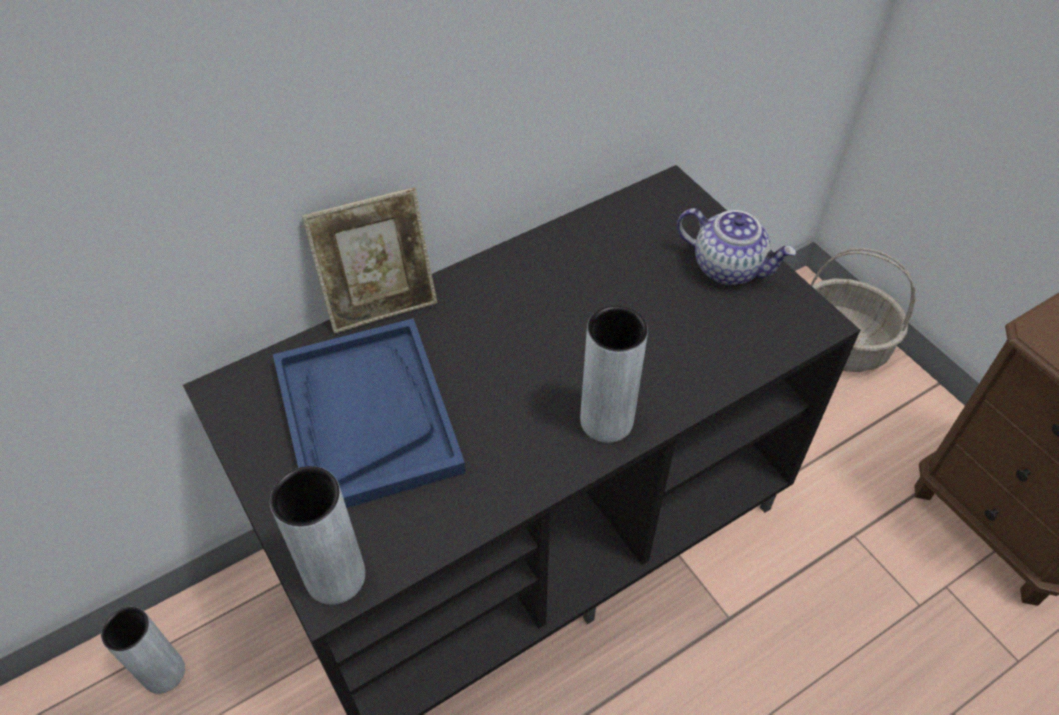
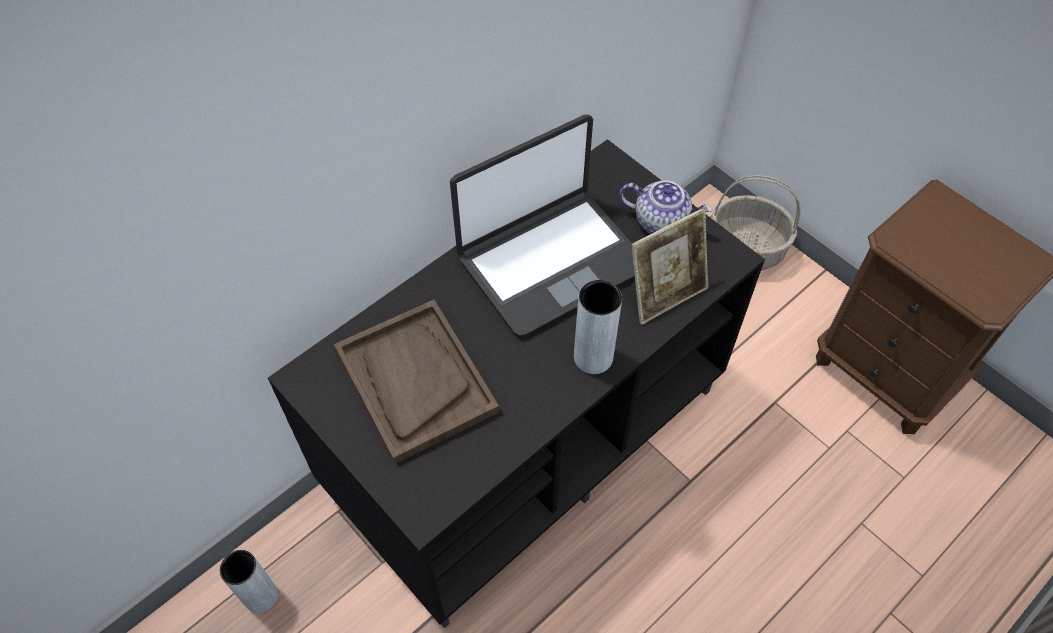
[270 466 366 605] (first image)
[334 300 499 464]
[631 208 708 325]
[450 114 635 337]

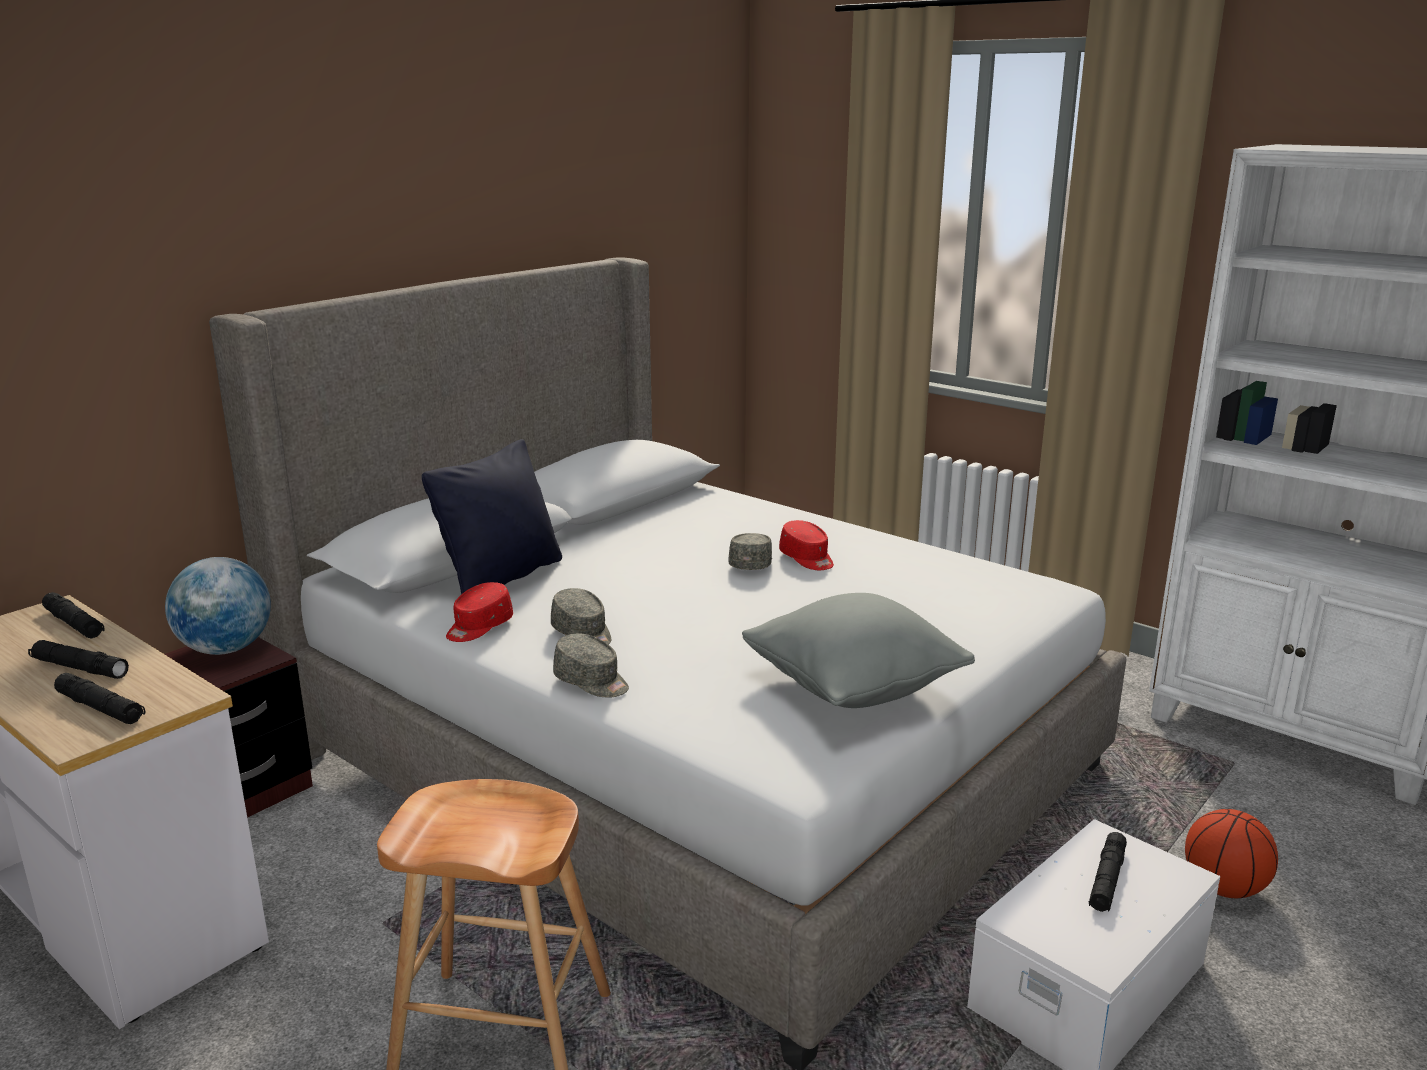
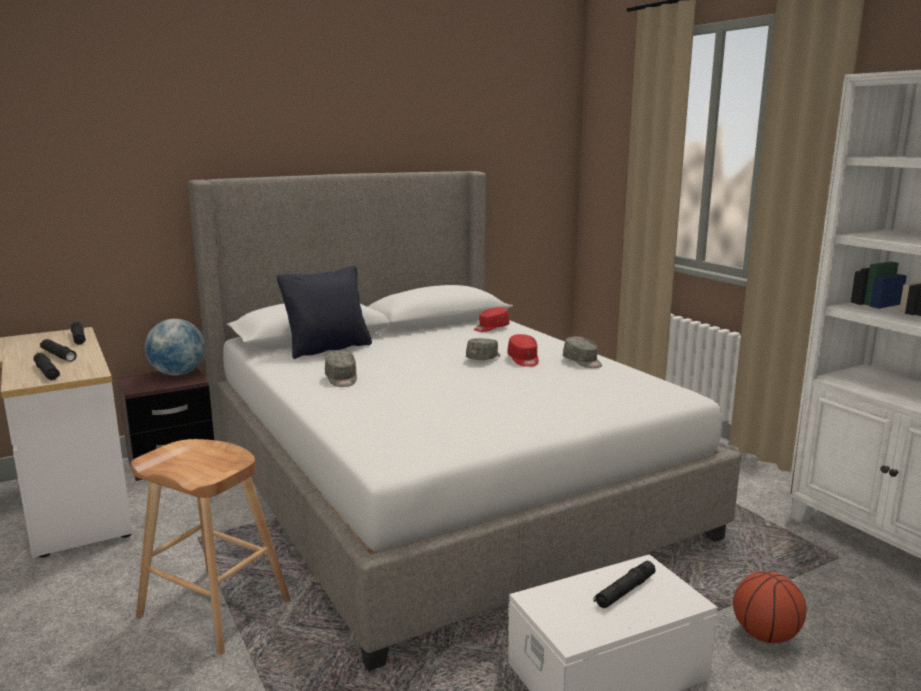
[474 307 510 332]
[563 336 602 368]
[742 593 975 708] (first image)

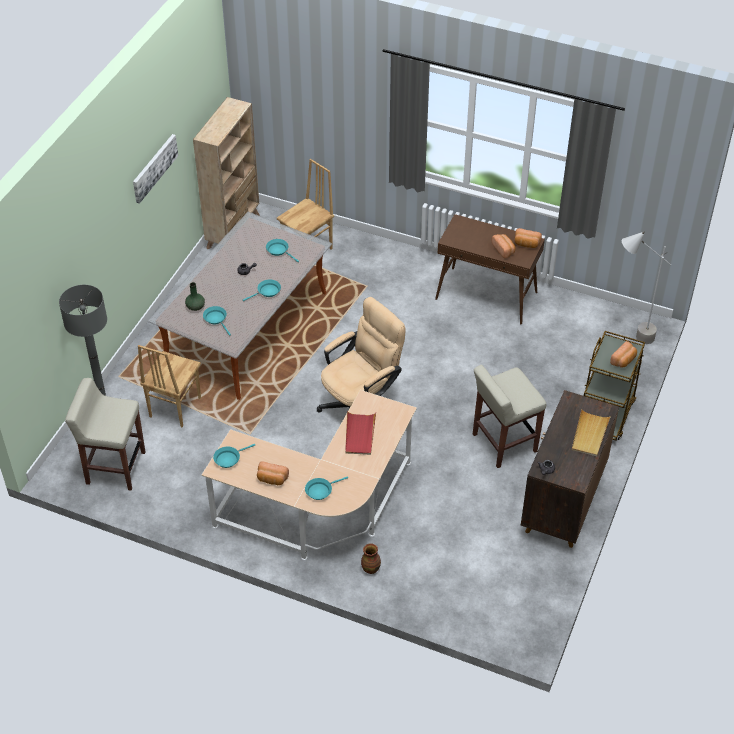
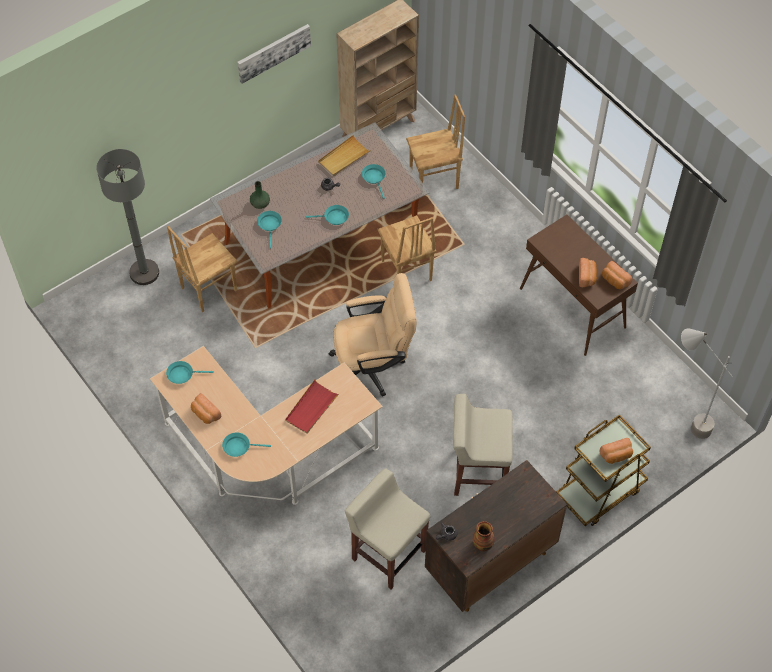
[345 468 430 589]
[473 521 495 551]
[318 135 371 176]
[377 215 437 281]

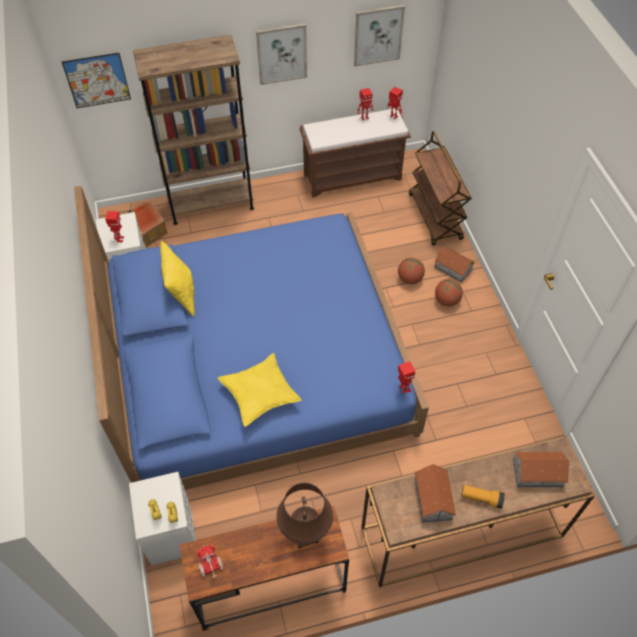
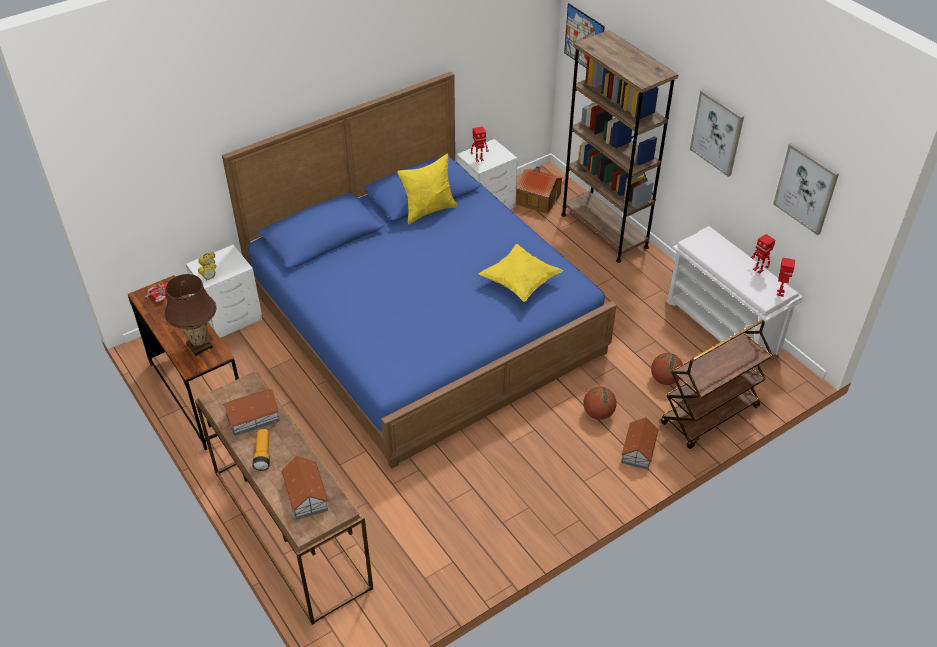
[478 244 563 302]
[667 226 803 355]
[398 361 415 393] (first image)
[651 353 683 385]

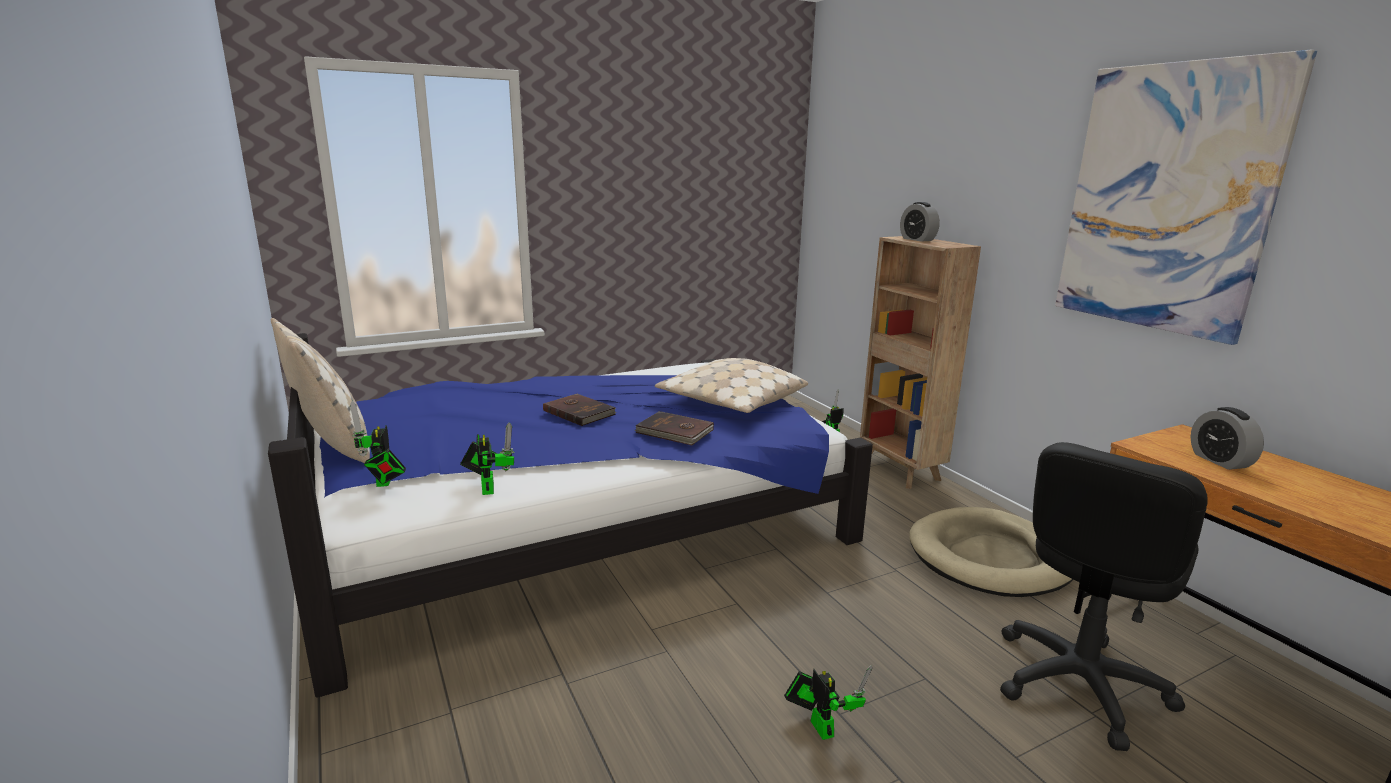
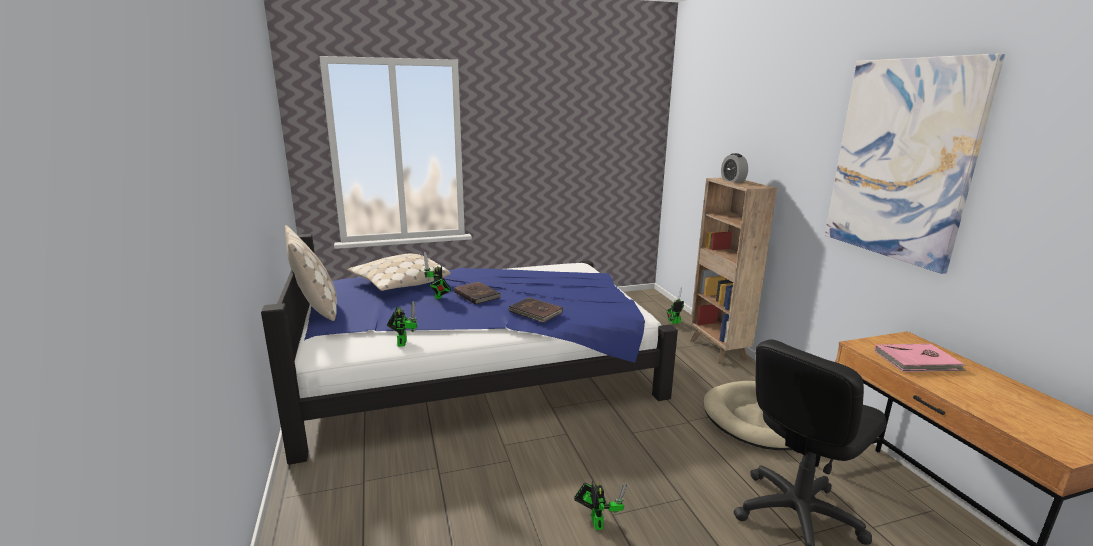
[423 252 451 299]
[347 253 451 291]
[875 344 966 372]

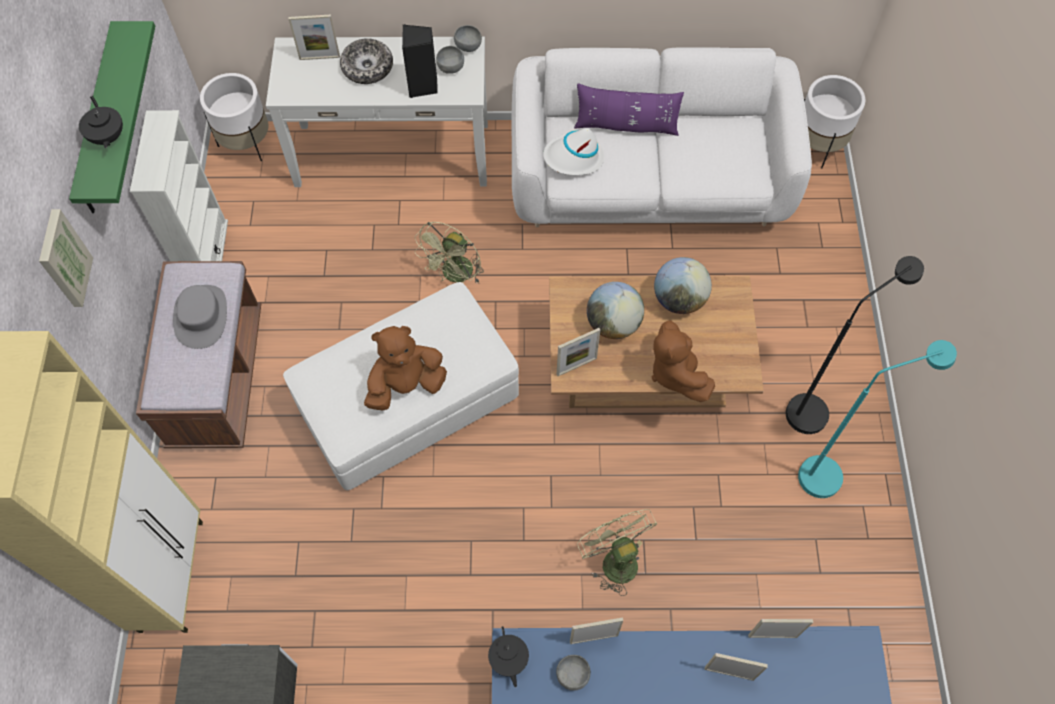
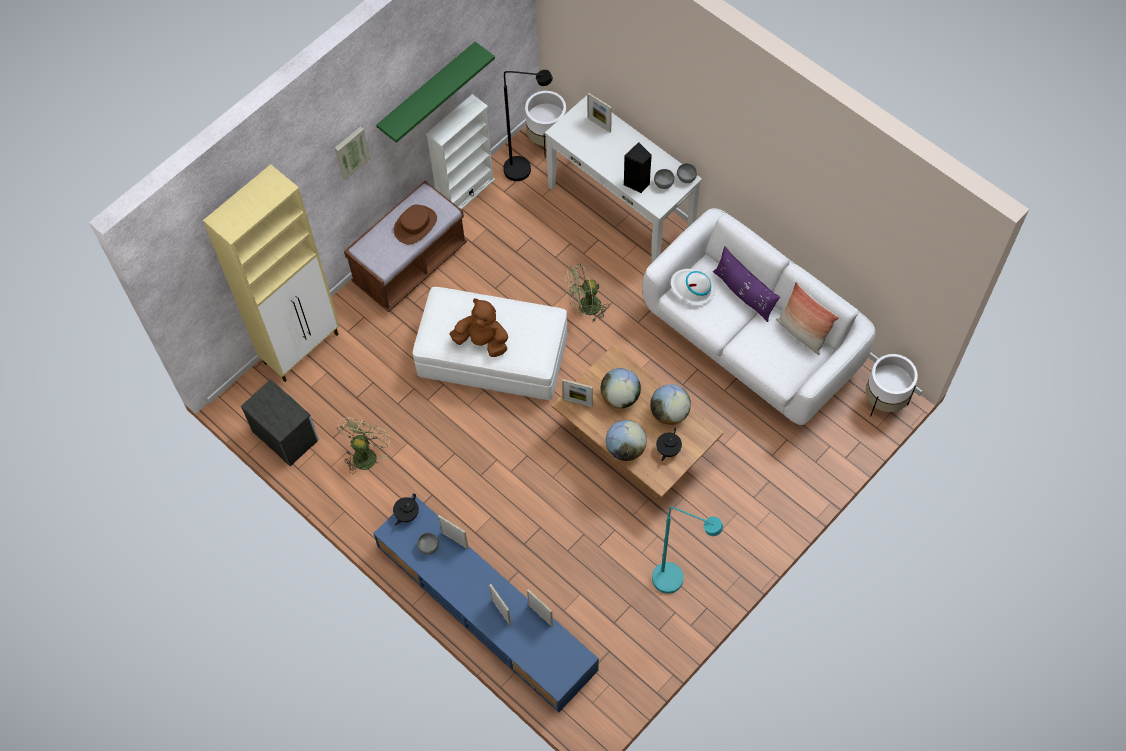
[656 428 682 461]
[394 205 437 244]
[340 38 393 84] (first image)
[337 417 391 474]
[606 420 647 461]
[503 70 553 181]
[776 282 839 355]

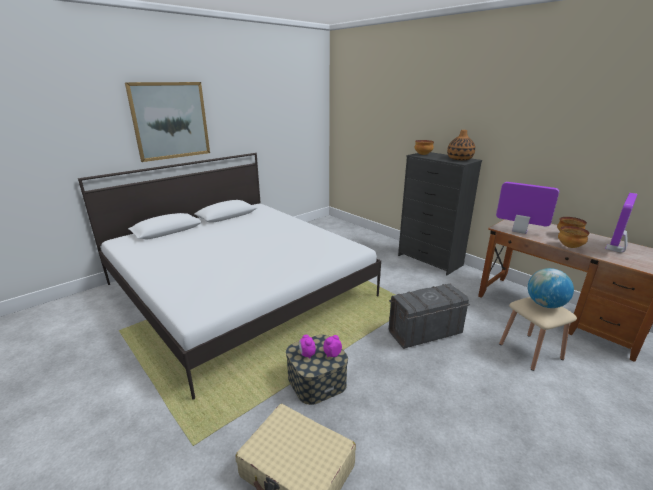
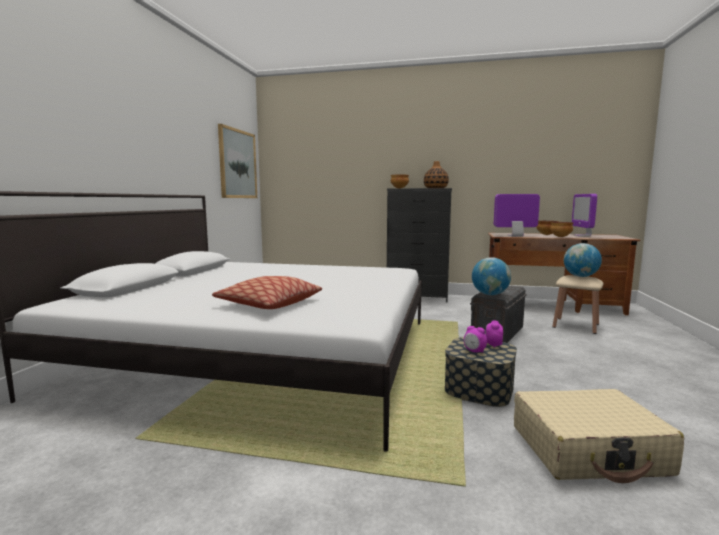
[218 124 257 198]
[212 276 322 309]
[472 257 511 295]

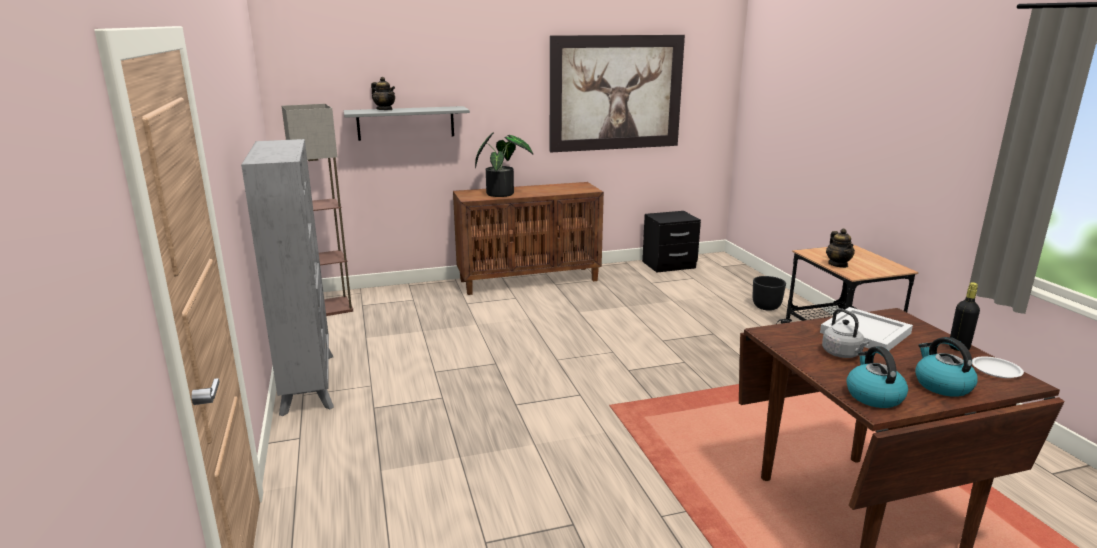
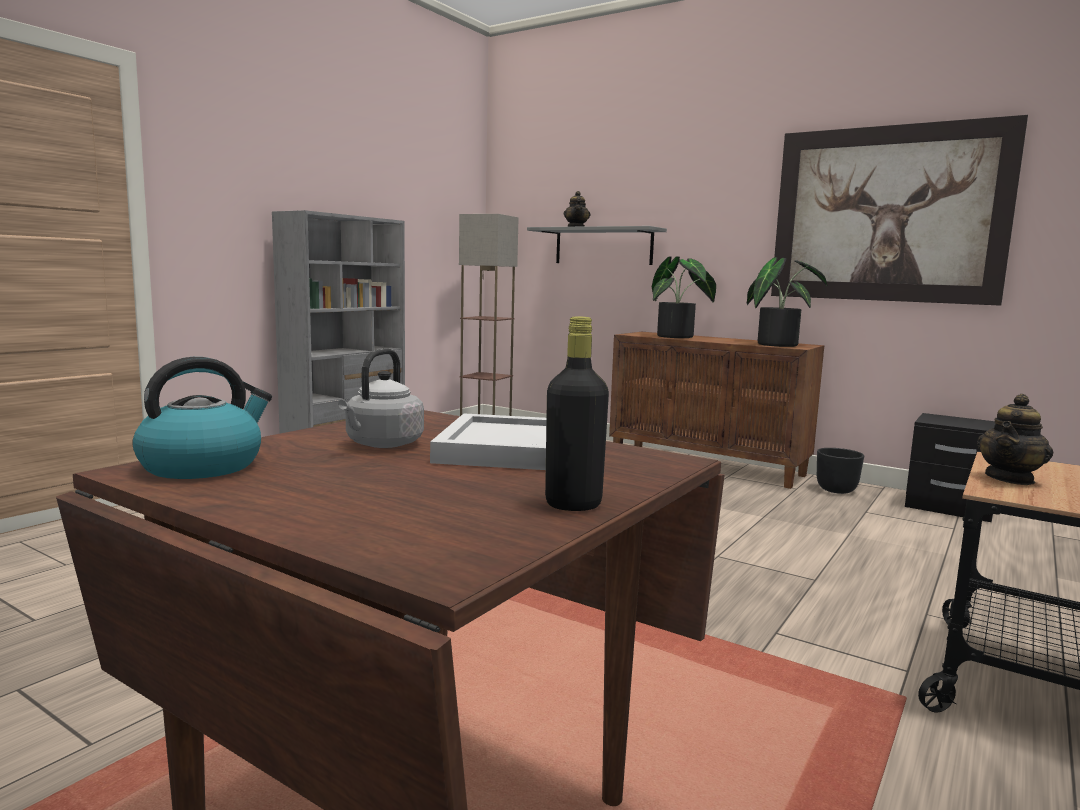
[817 448 864 494]
[915 337 978 397] (first image)
[972 356 1024 378] (first image)
[746 257 827 347]

